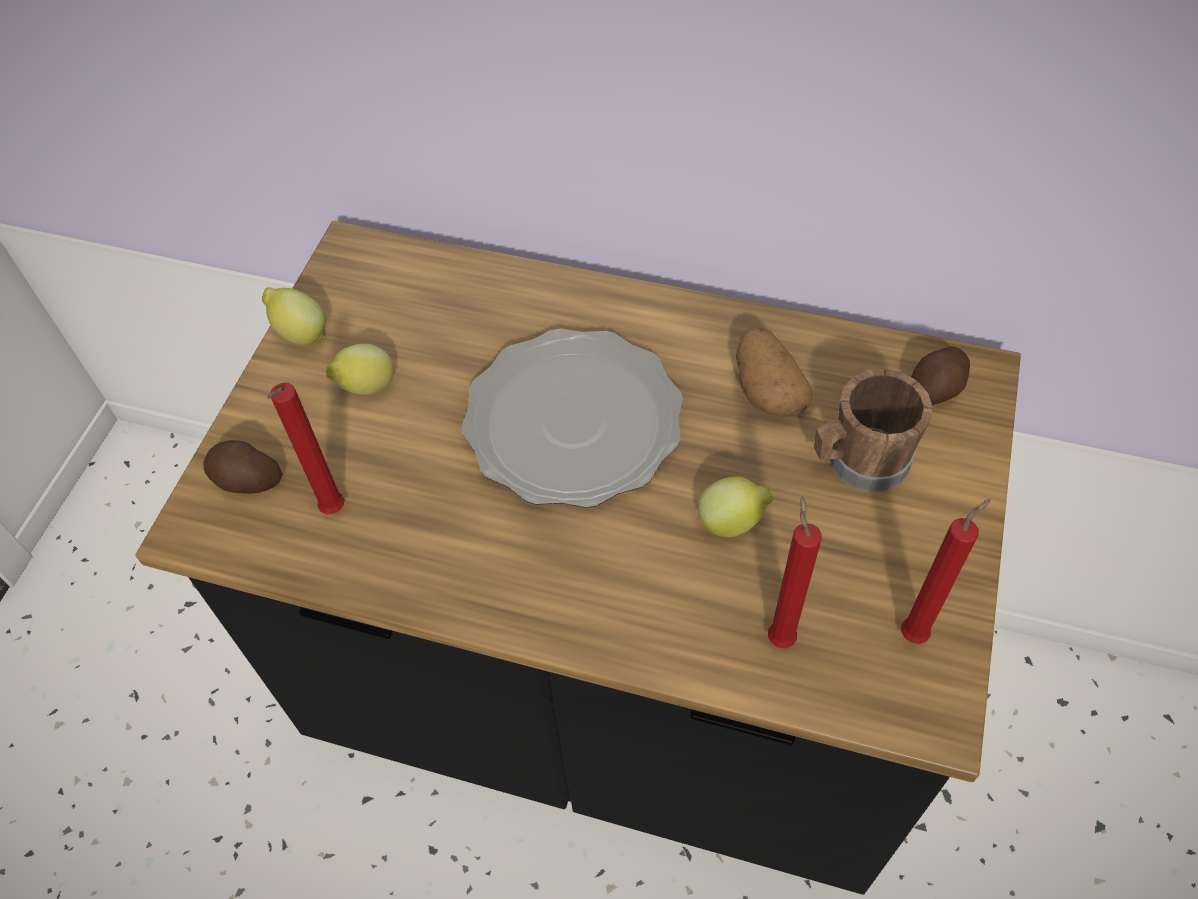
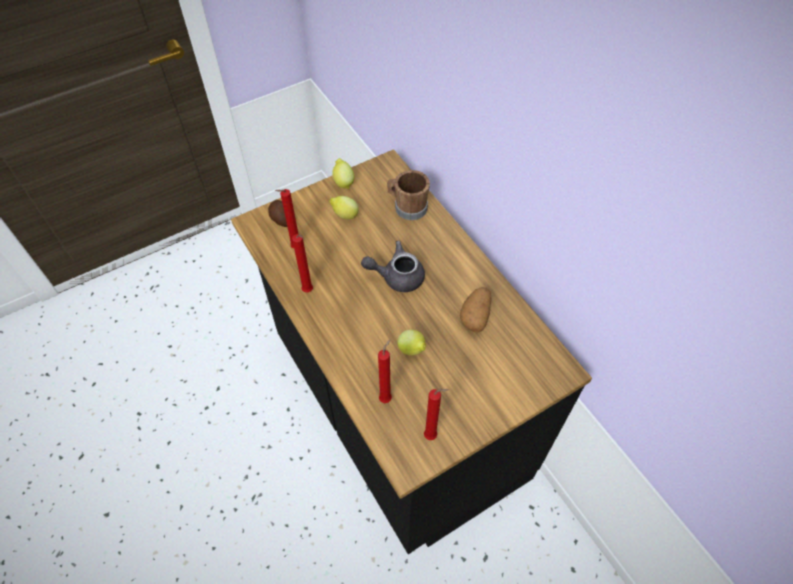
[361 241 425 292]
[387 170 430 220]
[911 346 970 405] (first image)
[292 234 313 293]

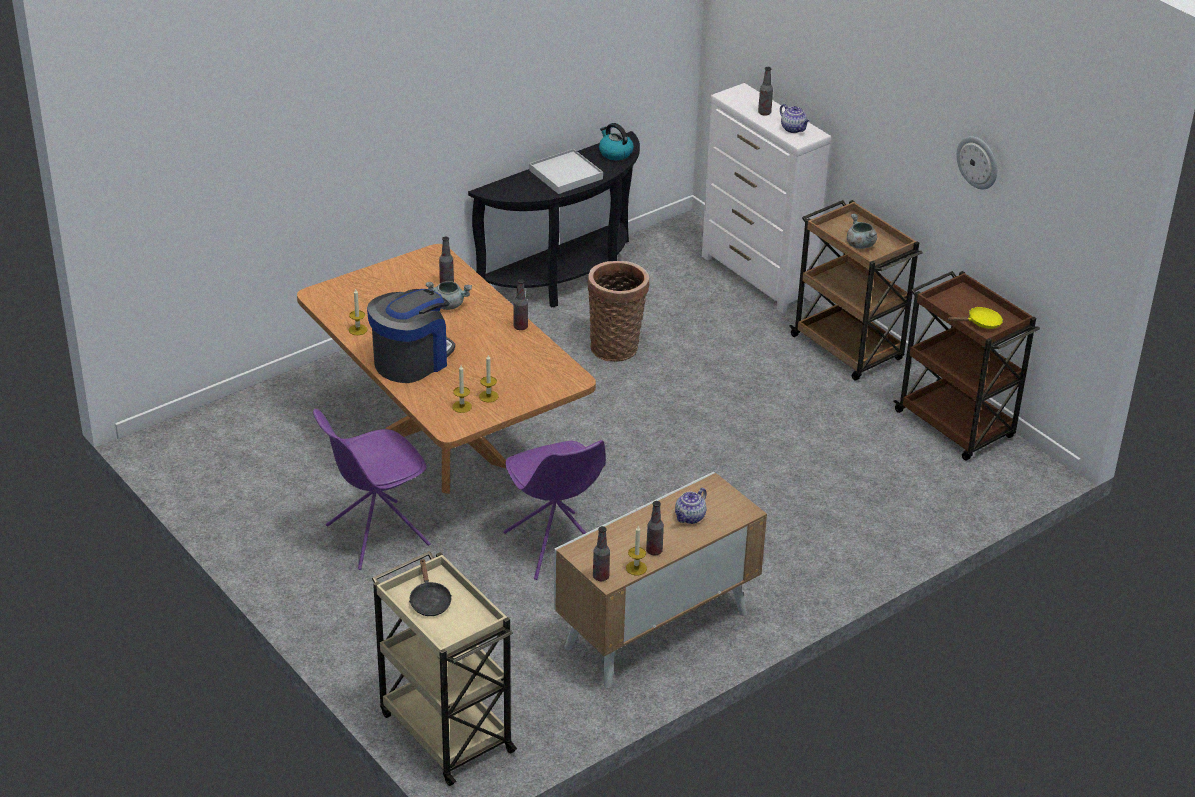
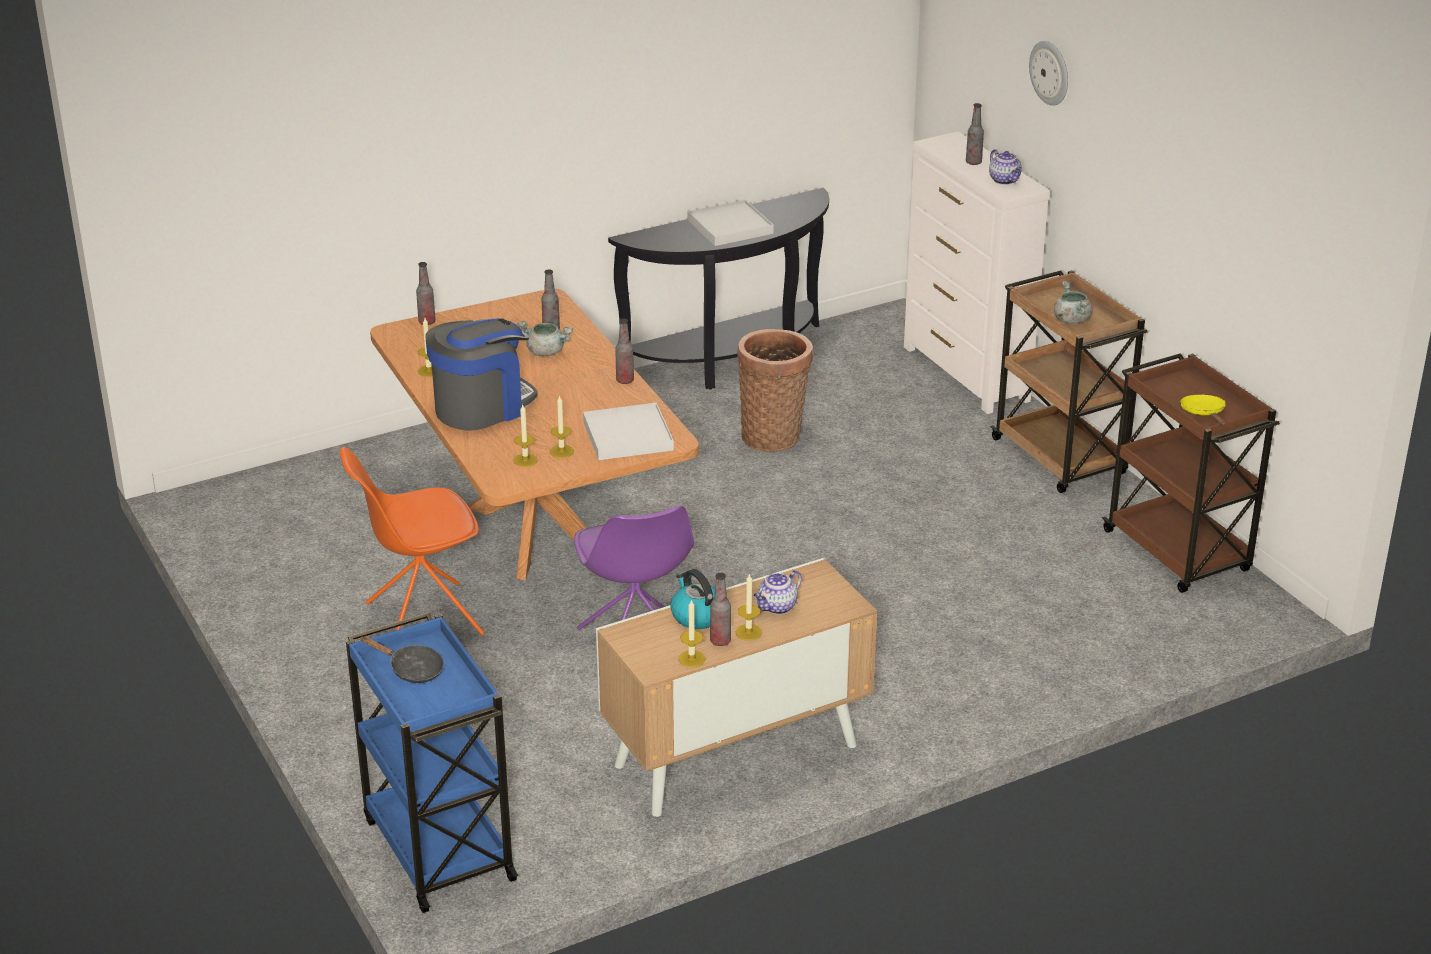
[340 447 485 635]
[346 612 518 913]
[361 636 444 683]
[416 262 436 325]
[670 569 715 629]
[1181 394 1226 425]
[1029 41 1068 106]
[583 403 674 460]
[736 574 762 640]

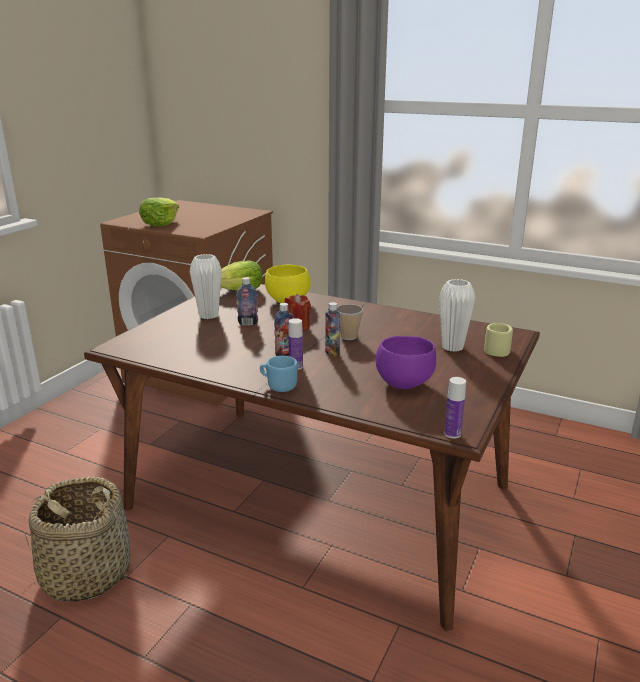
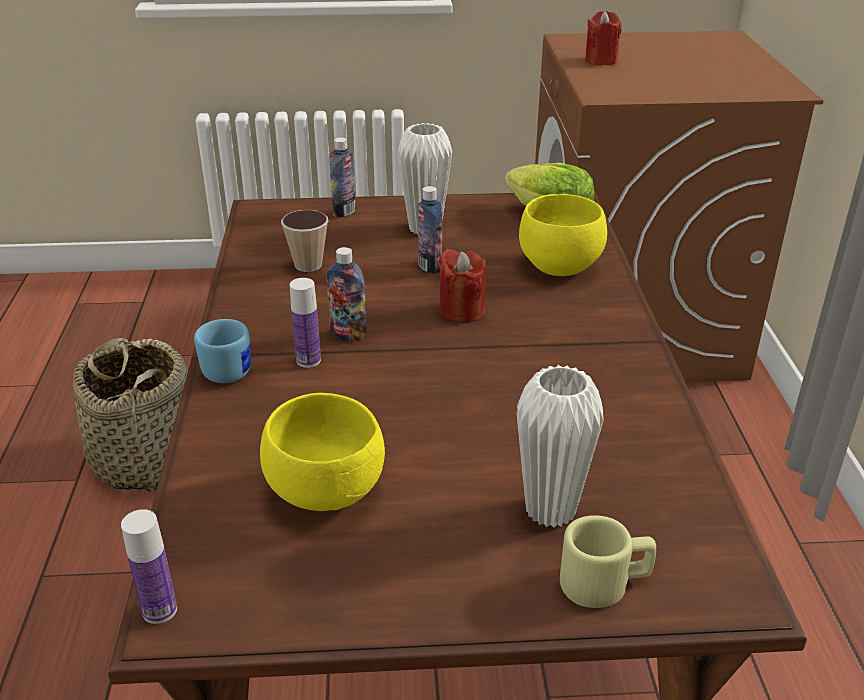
[585 11 622 65]
[330 137 356 218]
[281 210 328 272]
[260 393 385 511]

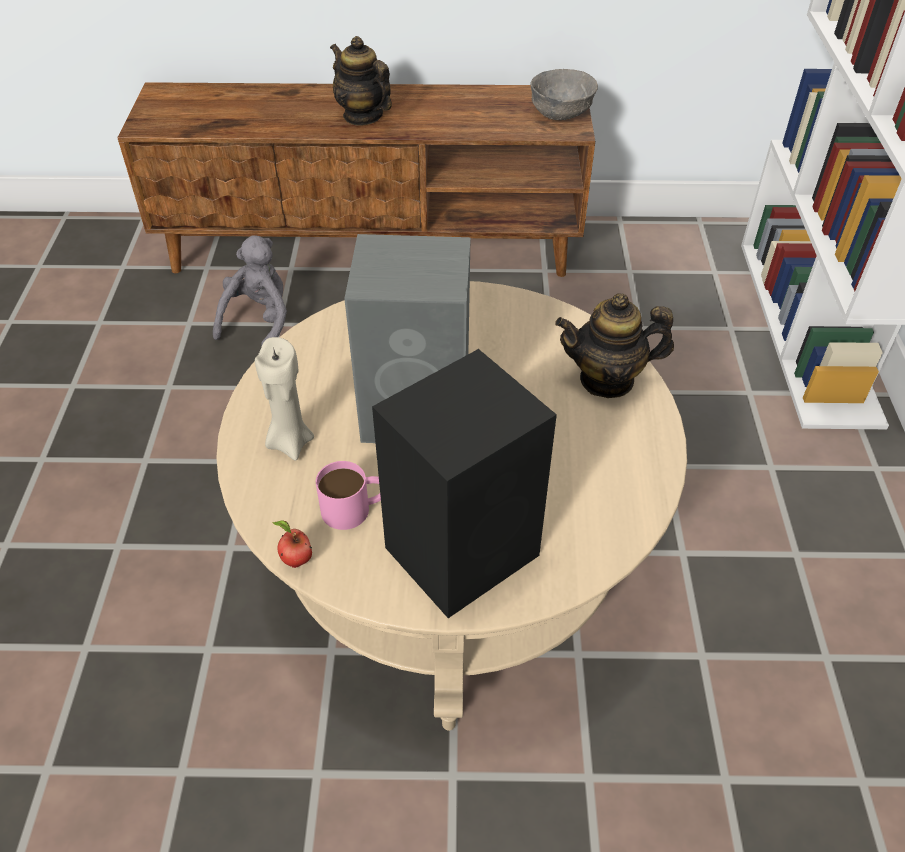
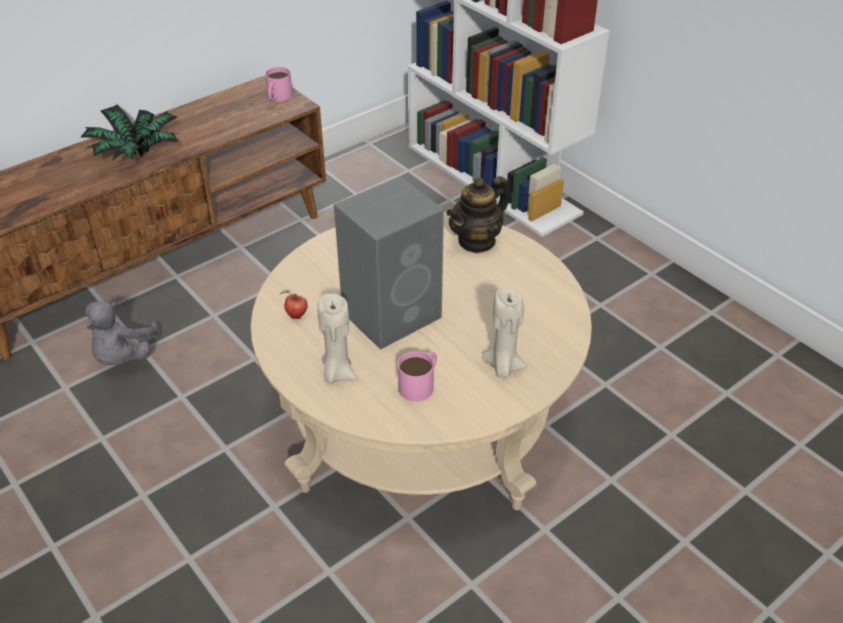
[85 301 162 365]
[280 291 308 319]
[81 104 180 160]
[482 287 527 378]
[265 67 293 102]

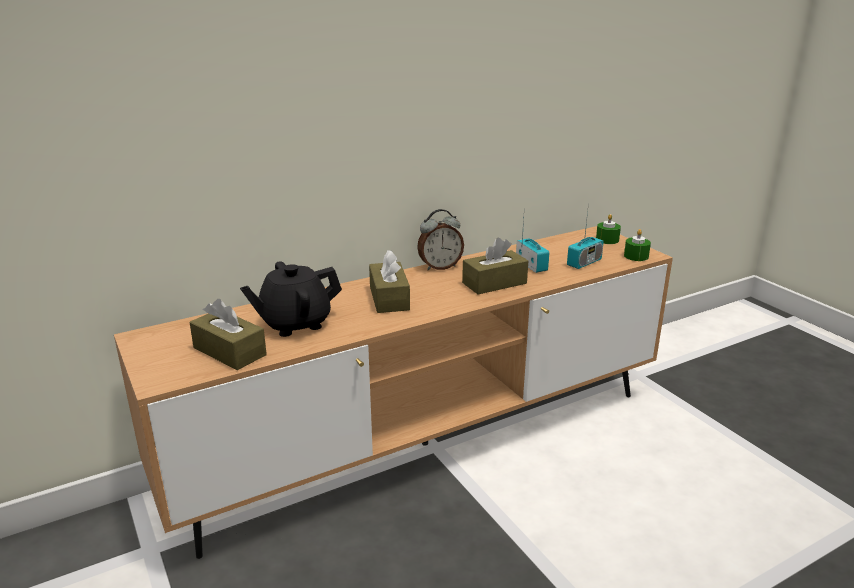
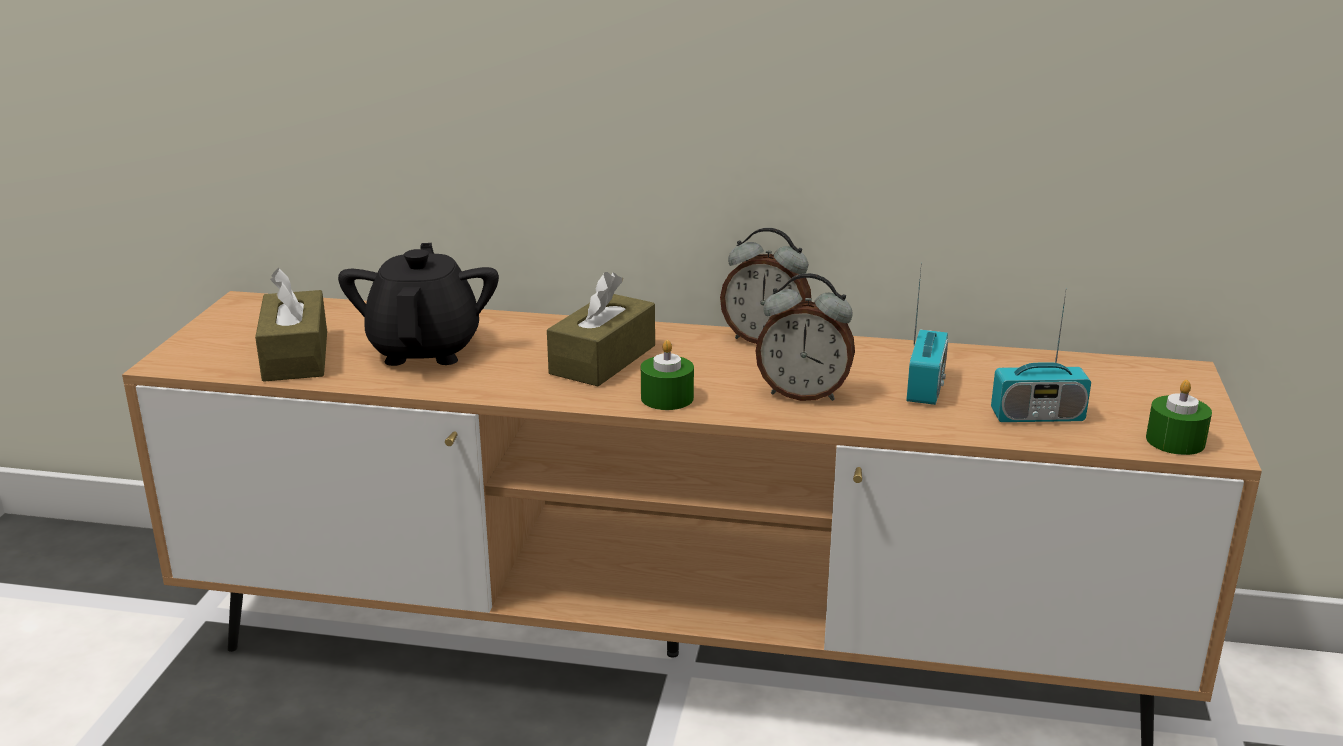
[338 243 499 366]
[755 273 855 401]
[641 340 694 410]

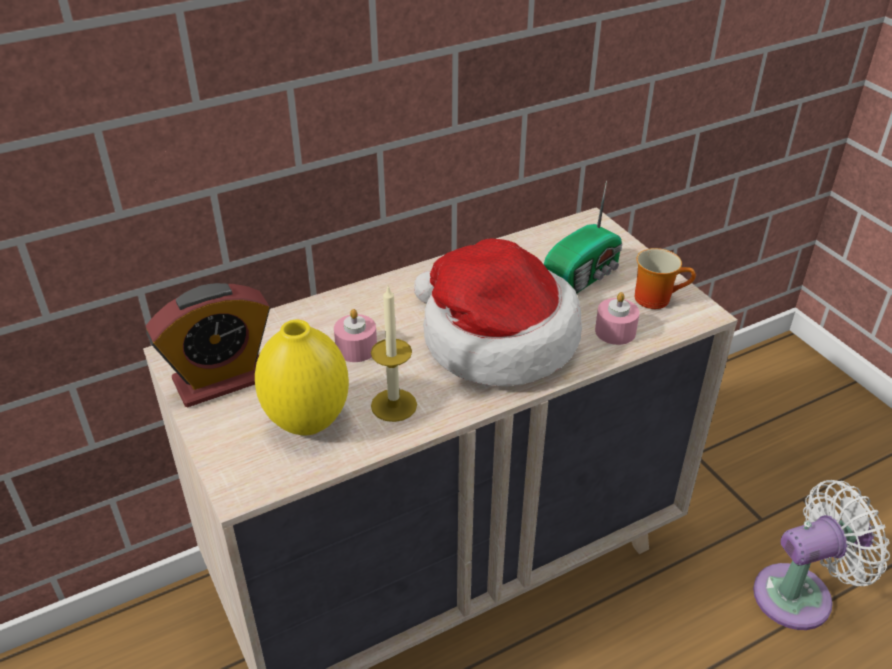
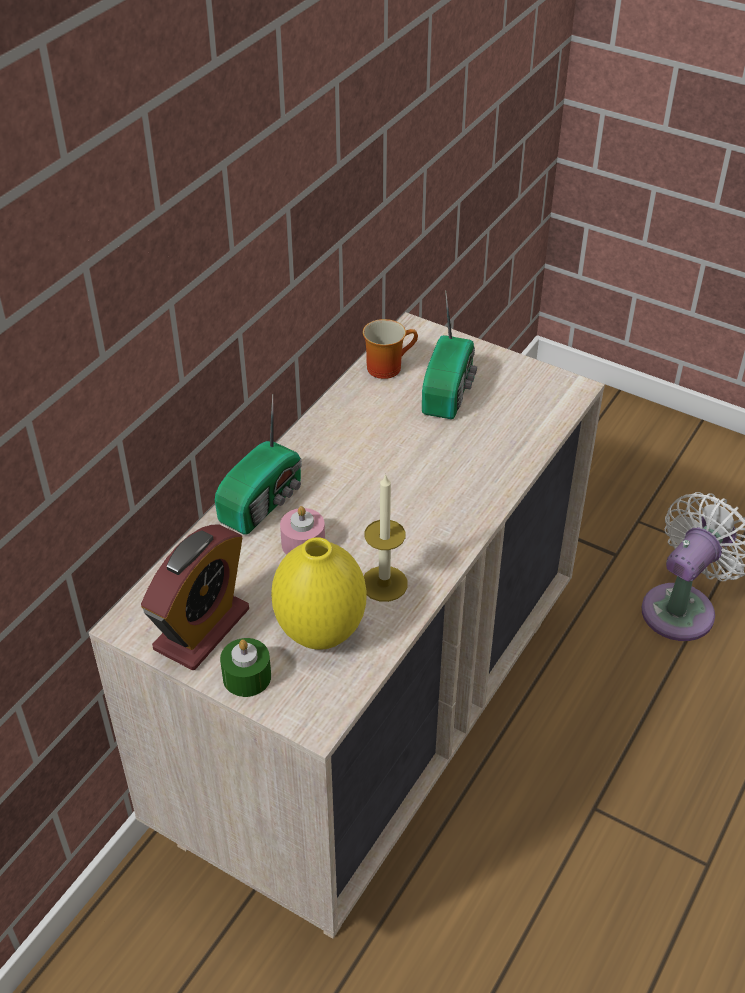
[414 238 582 387] (first image)
[595 292 640 345] (first image)
[363 319 418 379]
[215 394 302 535]
[220 638 271 697]

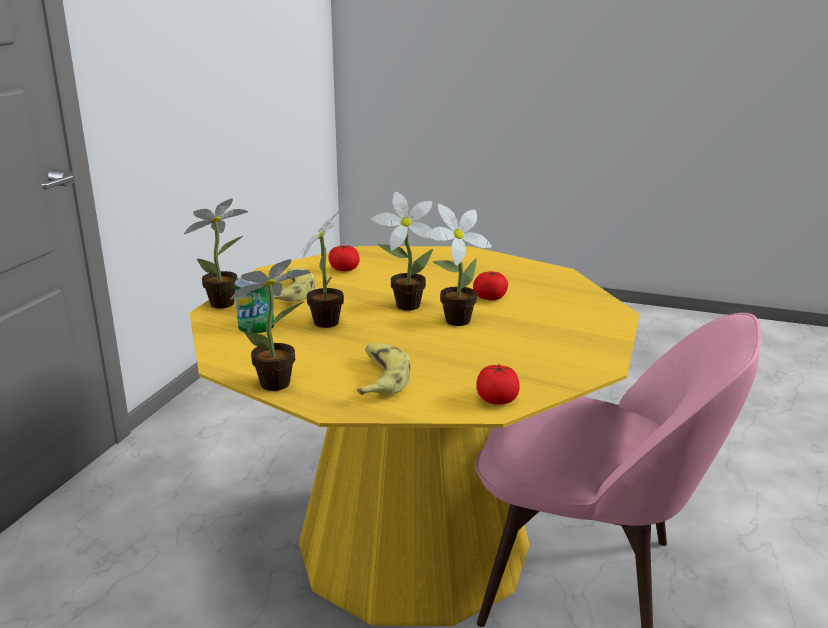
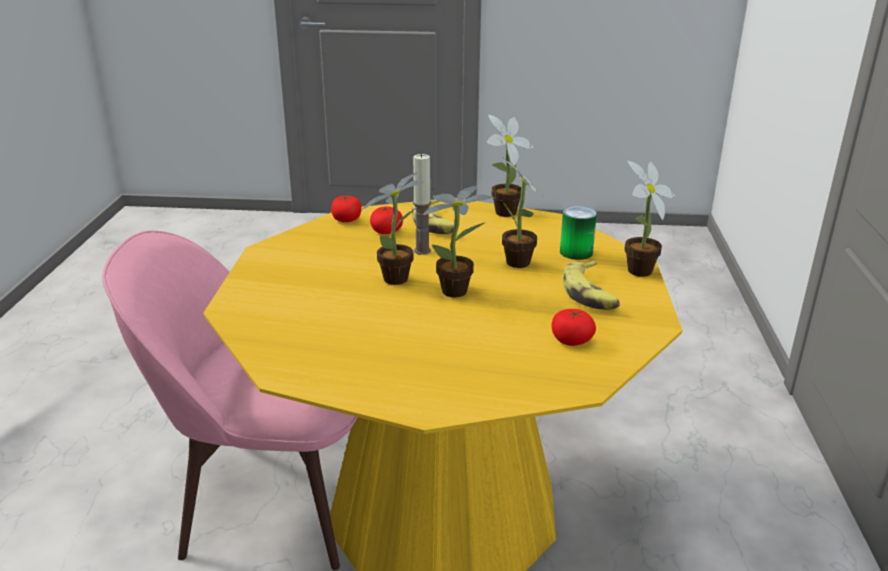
[370 206 403 234]
[413 153 431 255]

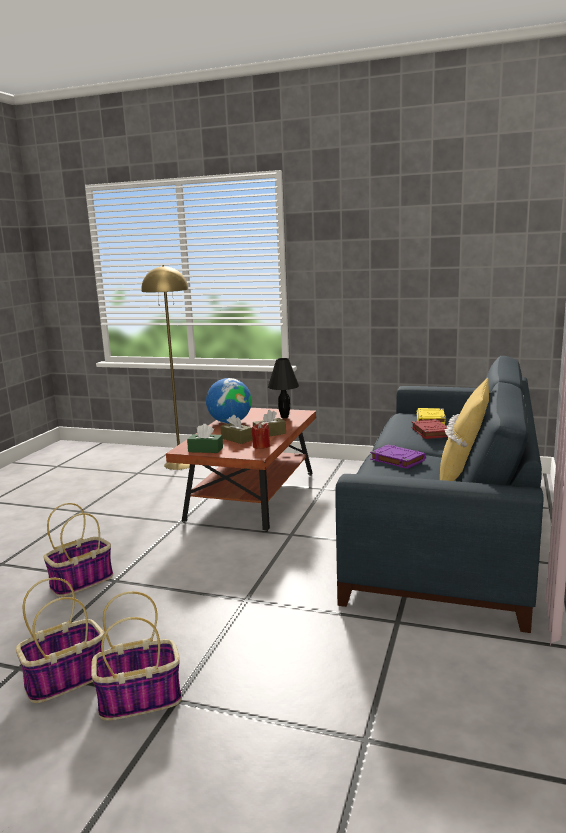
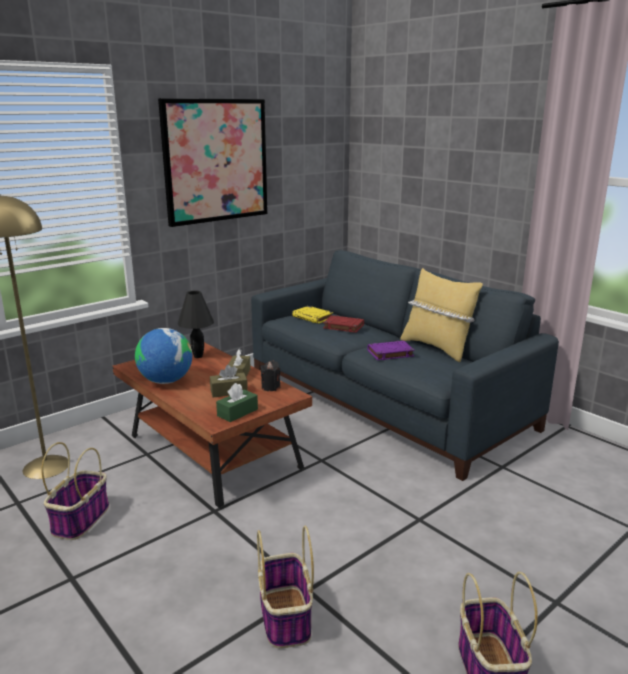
[41 442 109 540]
[260 361 280 391]
[158 98 268 227]

